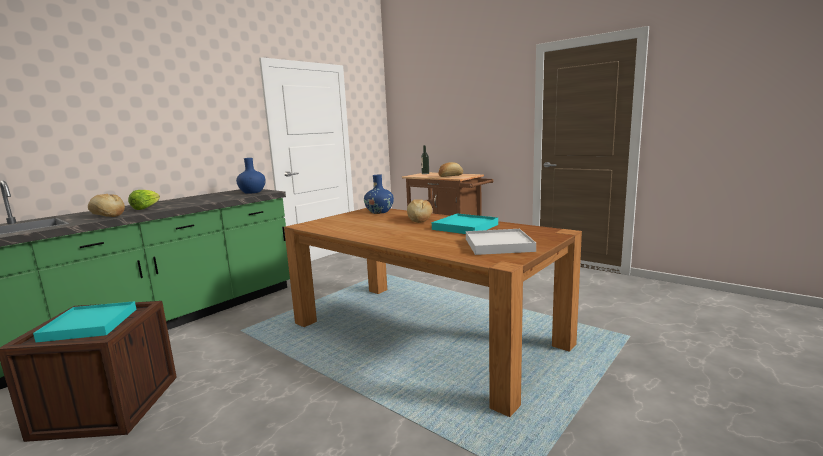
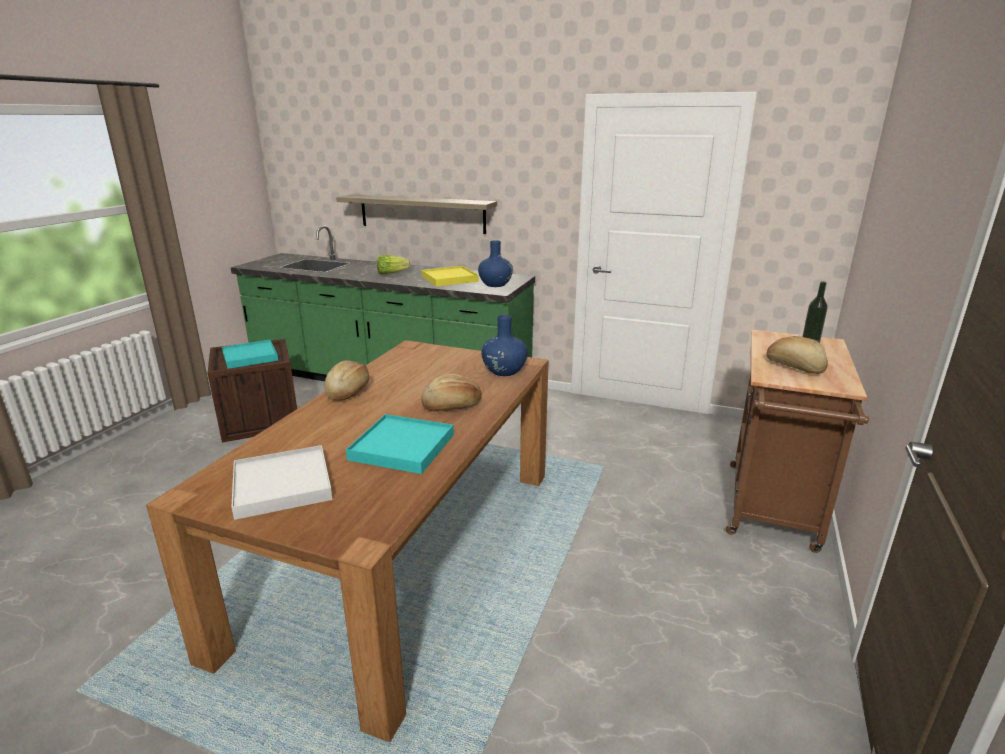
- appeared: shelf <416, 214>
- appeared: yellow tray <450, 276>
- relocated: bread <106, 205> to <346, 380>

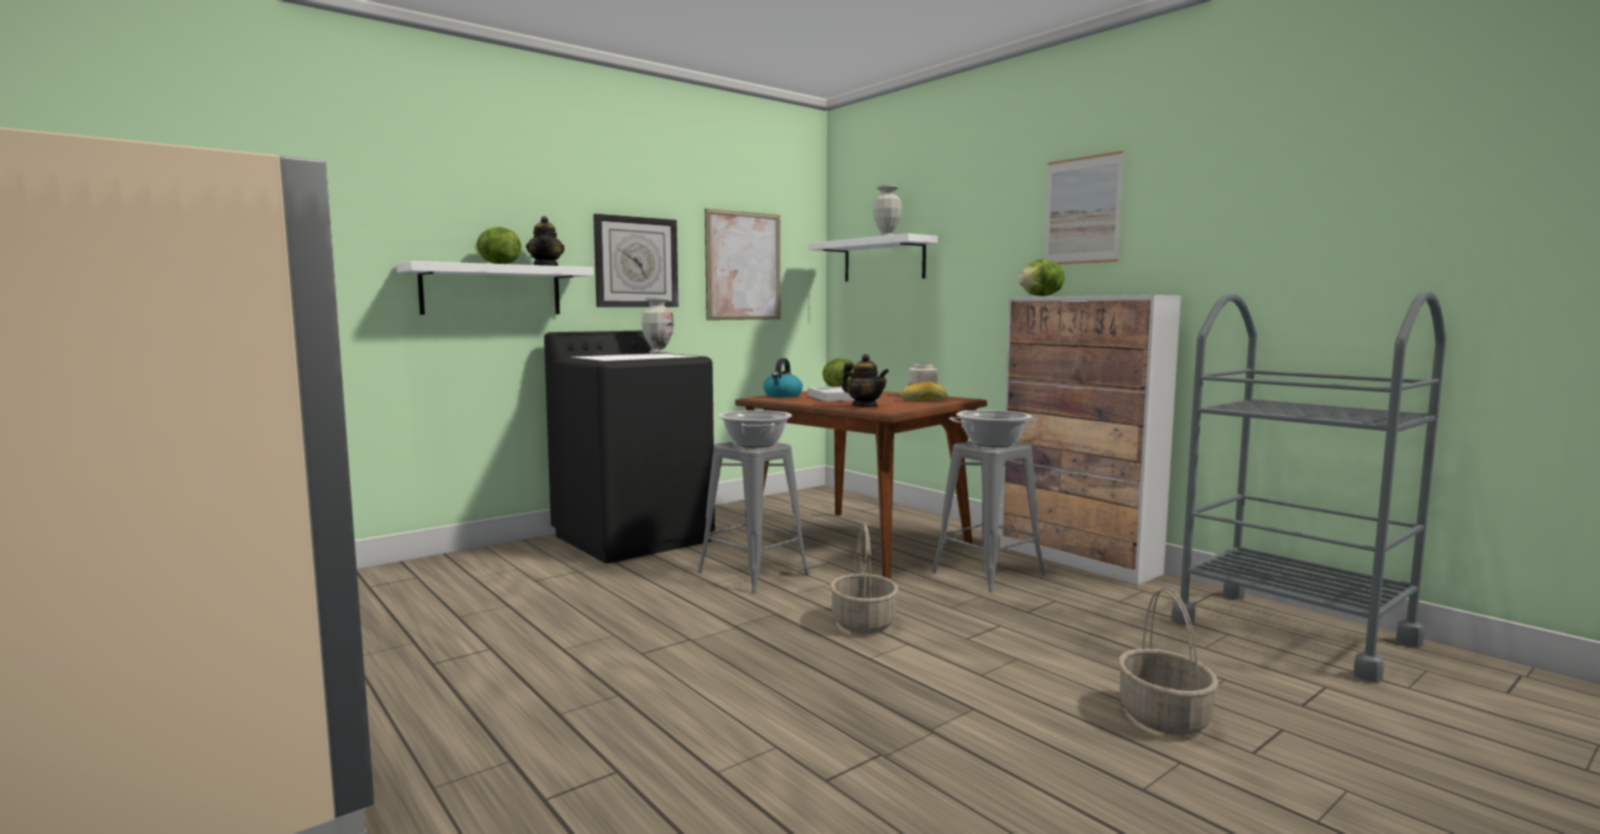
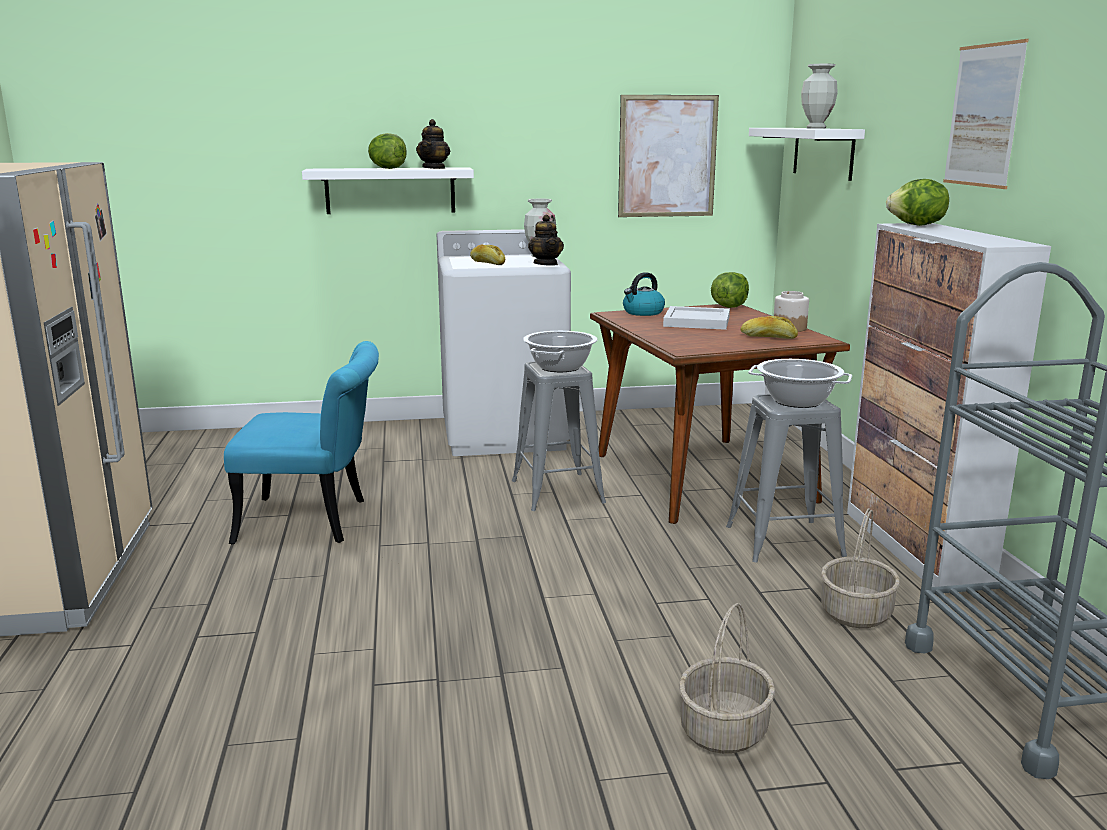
- missing: wall clock <635, 260>
- appeared: turquoise chair <301, 442>
- appeared: bread <487, 255>
- relocated: basket <864, 578> to <860, 568>
- relocated: teapot <865, 380> to <546, 240>
- colour: black washing machine <629, 447> to white washing machine <504, 342>

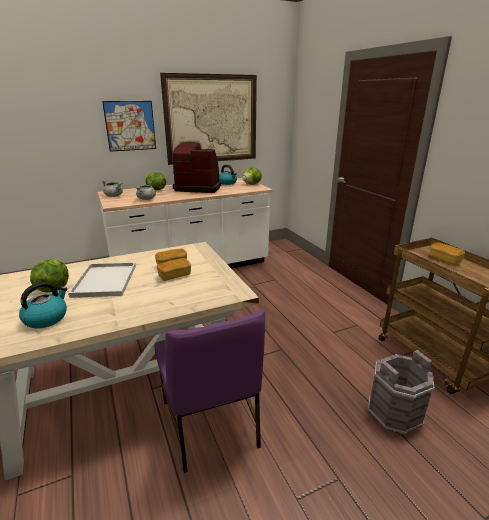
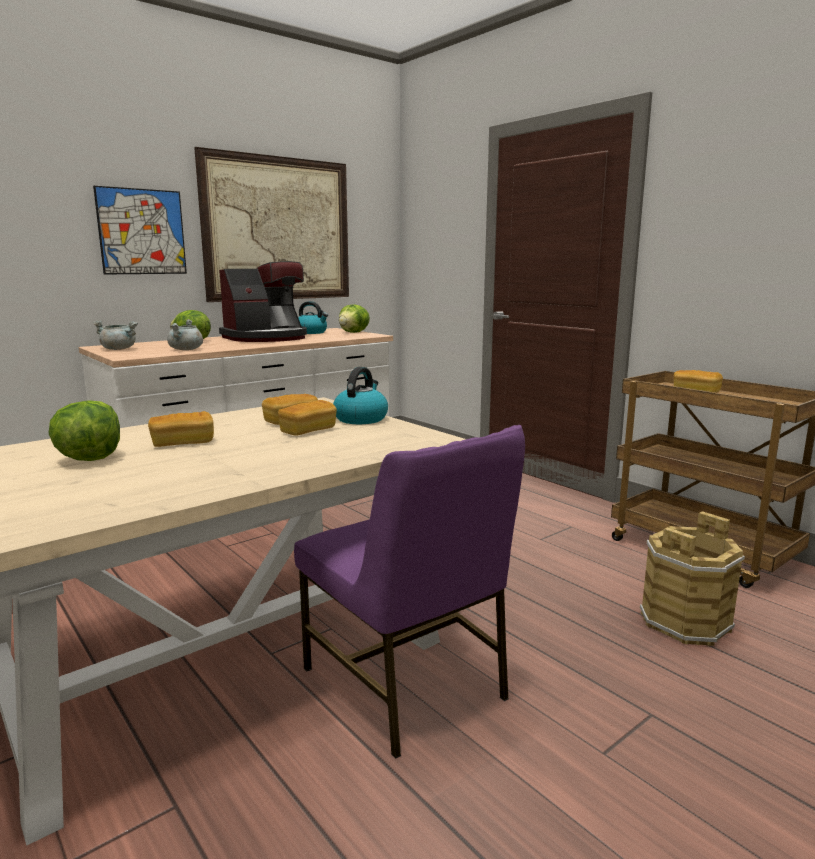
- relocated: kettle <43, 305> to <360, 395>
- exchanged: white tray <102, 280> to bread <181, 429>
- colour: grey bucket <401, 392> to brown bucket <692, 578>
- spun: coffee machine <196, 167> = <263, 301> 150 degrees clockwise

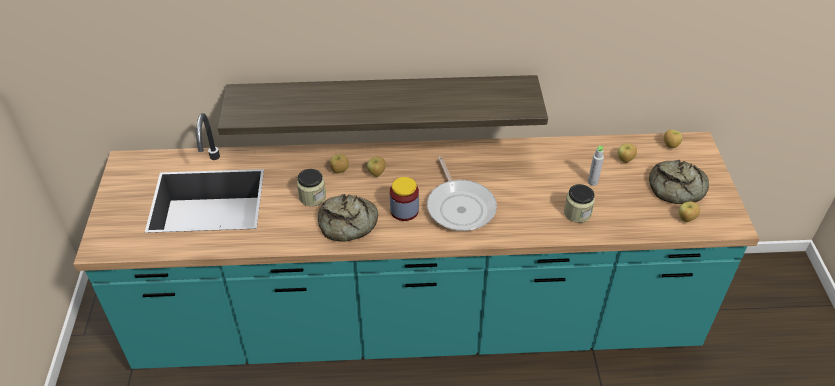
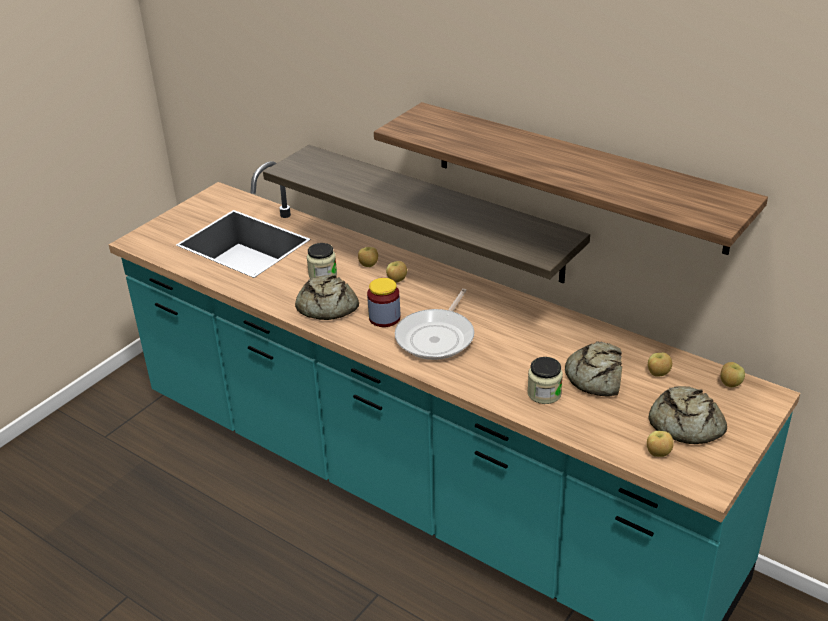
- appeared: shelf <571, 178>
- exchanged: grey bottle <596, 166> to bread <593, 369>

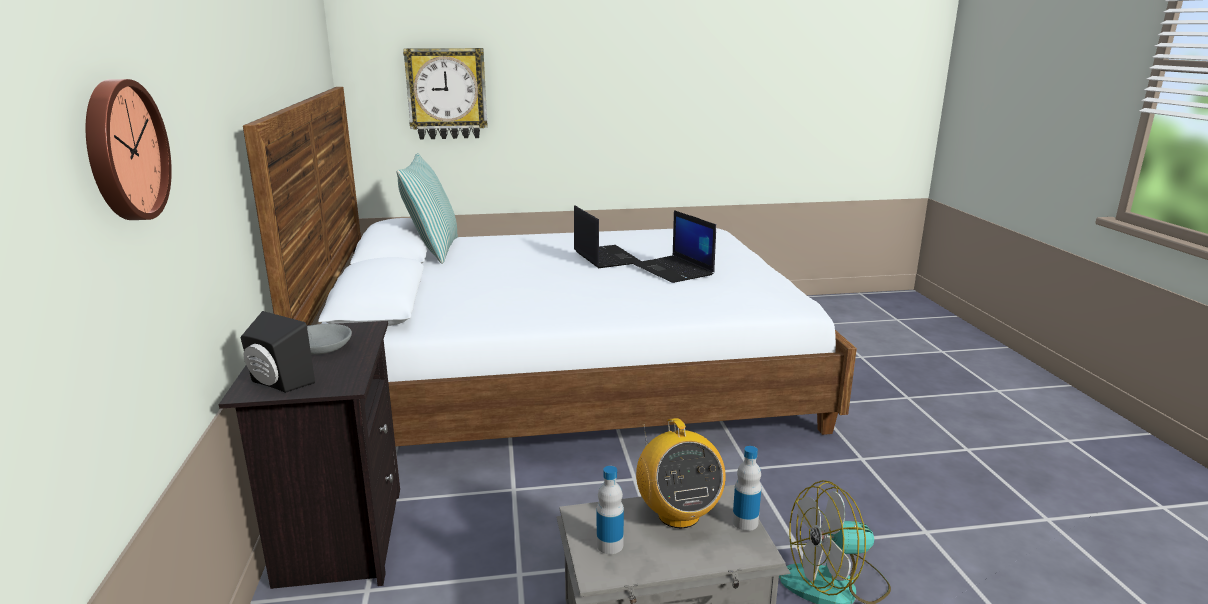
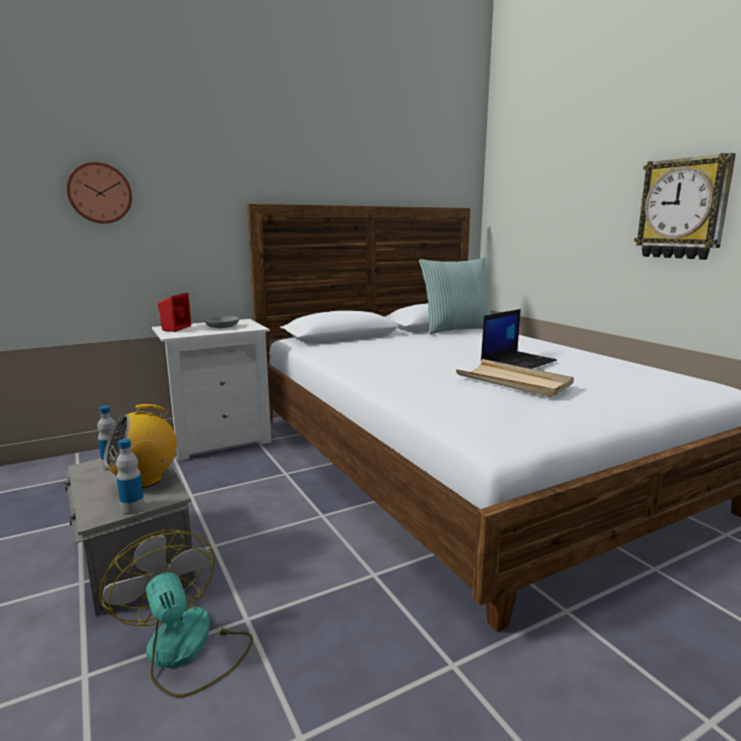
- relocated: wall clock <445, 93> to <685, 206>
- exchanged: laptop <675, 246> to beige tray <515, 378>
- colour: black nightstand <309, 455> to white nightstand <211, 390>
- colour: black speaker <278, 352> to red speaker <174, 312>

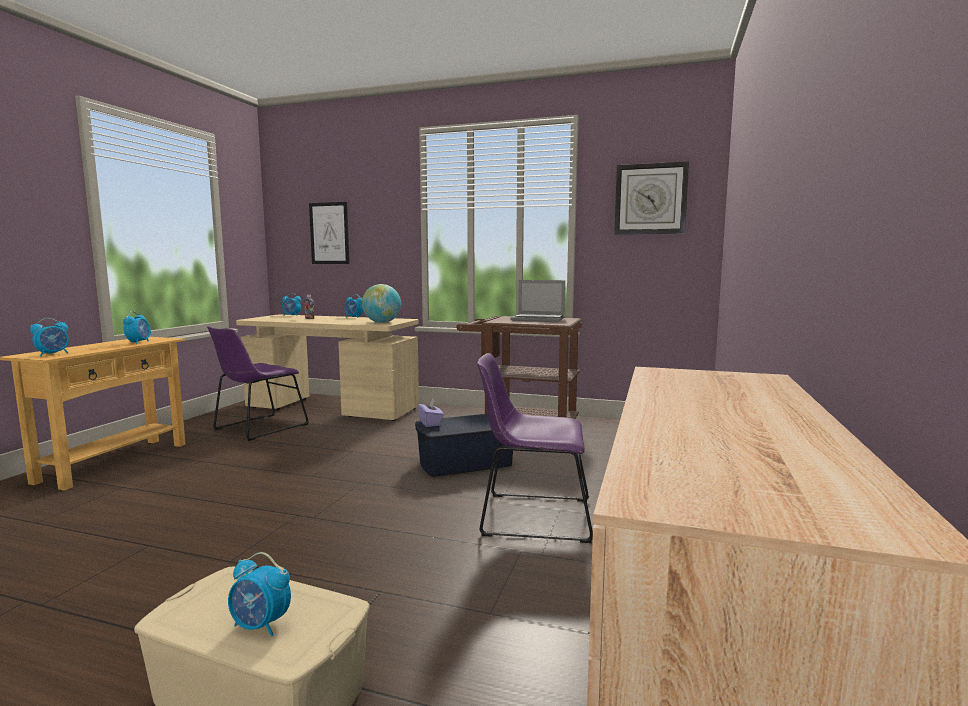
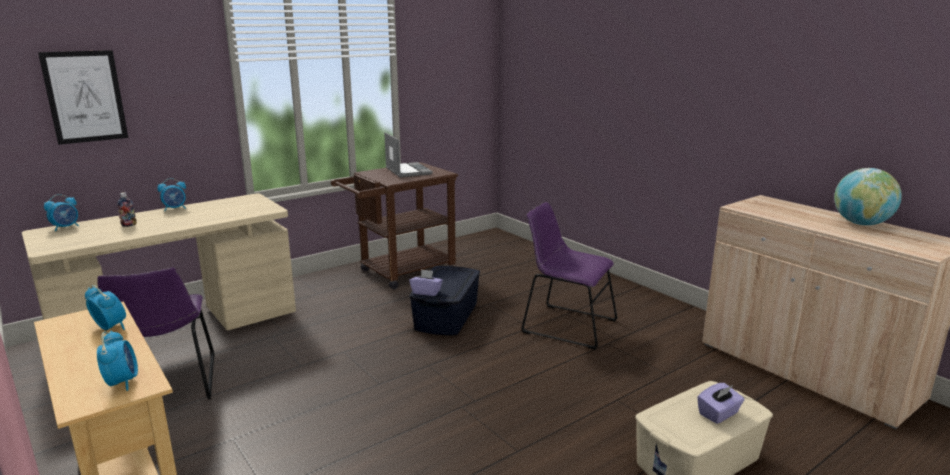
- missing: wall clock <651, 198>
- relocated: globe <381, 303> to <868, 196>
- exchanged: alarm clock <259, 594> to purple tissue box <721, 403>
- spun: purple chair <535, 448> = <569, 276> 75 degrees clockwise
- spun: laptop <538, 301> = <408, 154> 75 degrees counterclockwise

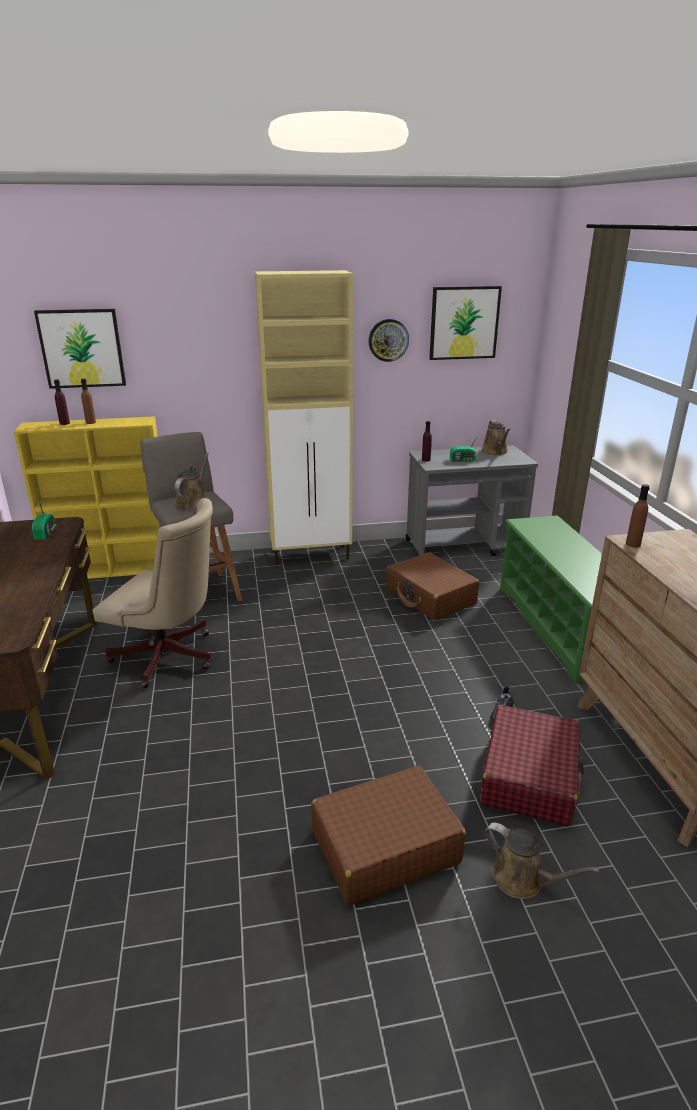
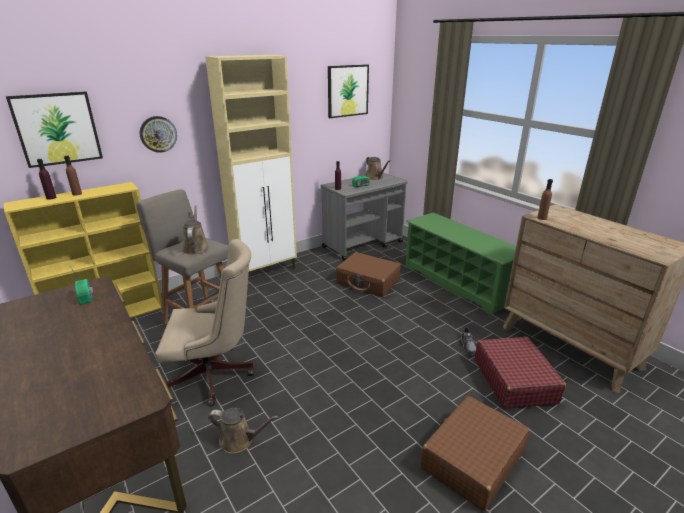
- relocated: wall clock <388, 340> to <158, 134>
- relocated: brown watering can <542, 861> to <243, 431>

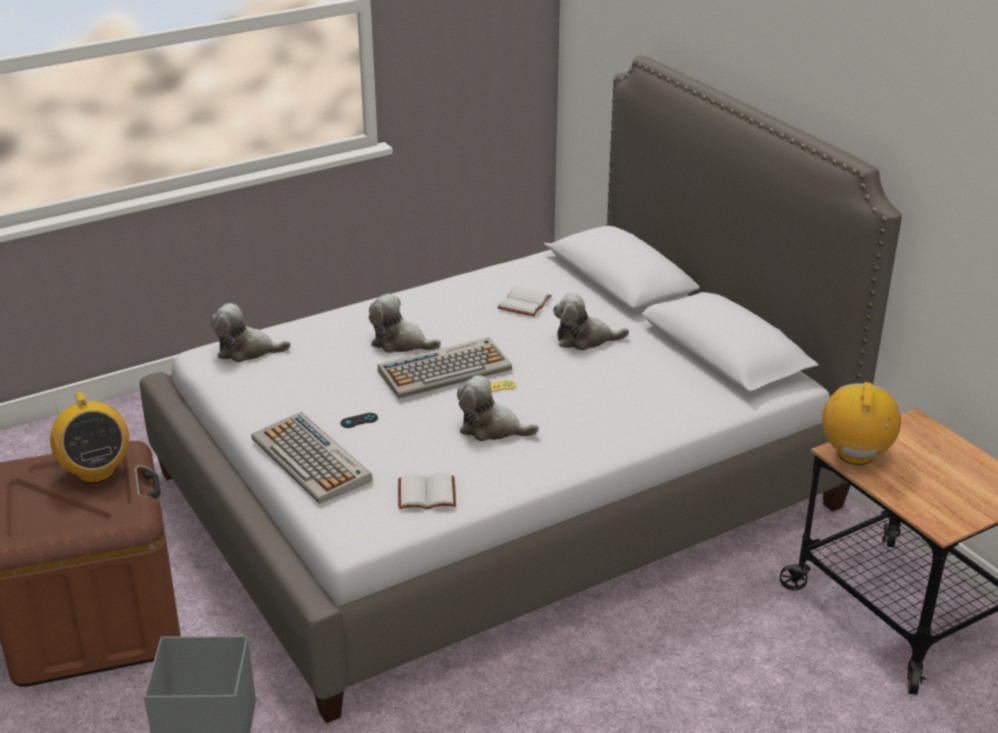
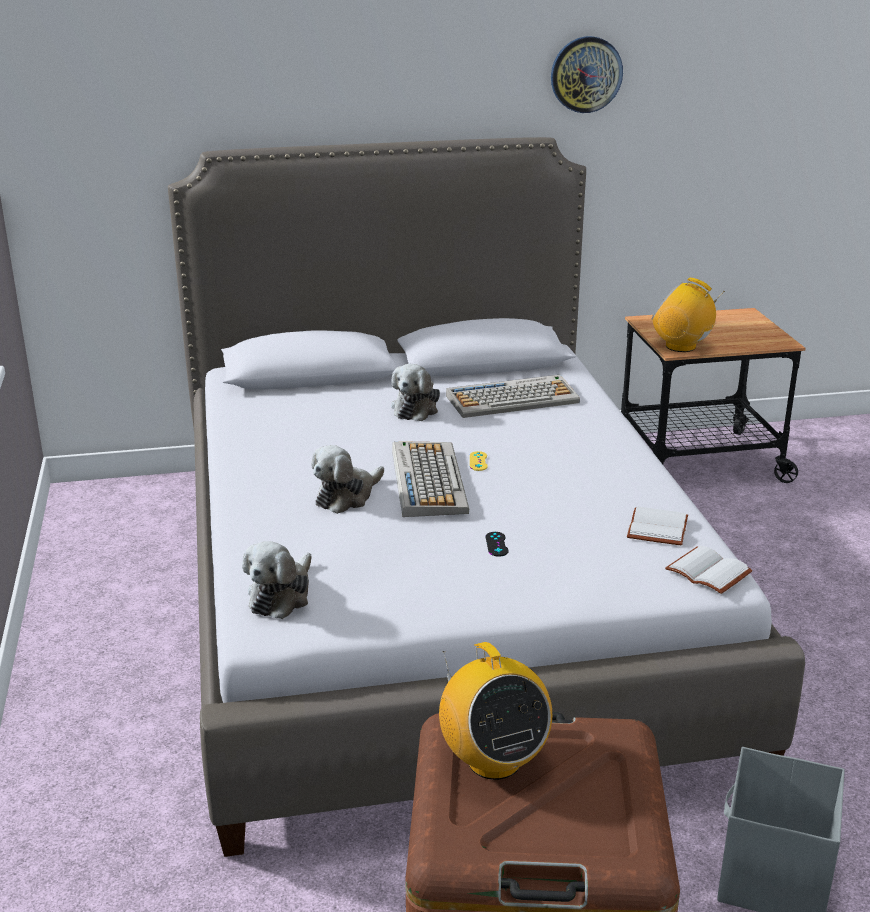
- missing: plush toy <498, 408>
- appeared: wall clock <587, 74>
- relocated: keyboard <312, 458> to <513, 396>
- relocated: white book <524, 301> to <709, 570>
- spun: radio <89, 437> = <495, 711> 75 degrees clockwise

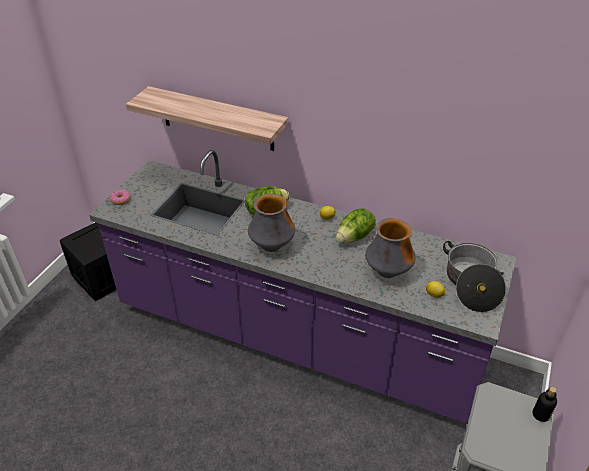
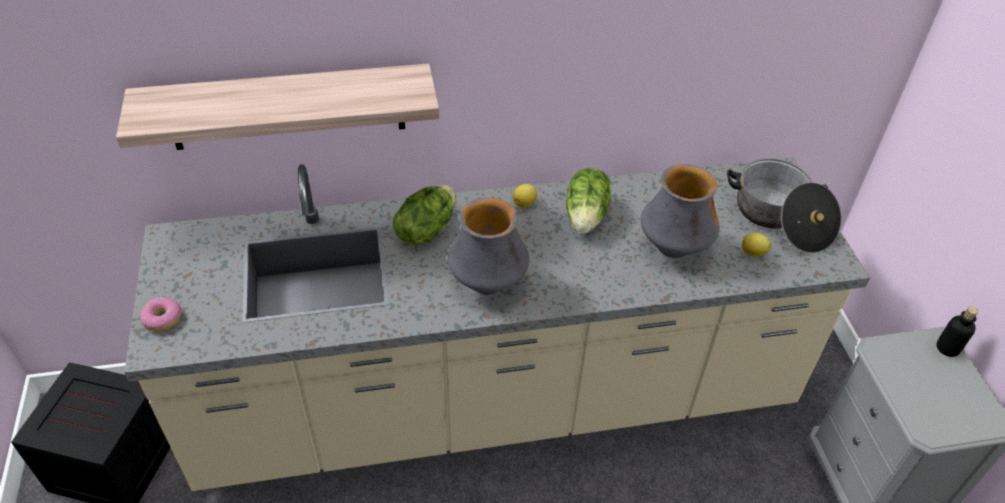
- colour: purple counter <303, 286> to beige counter <497, 324>

